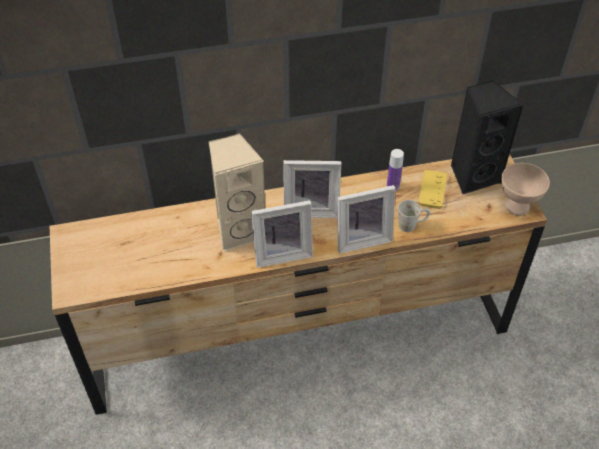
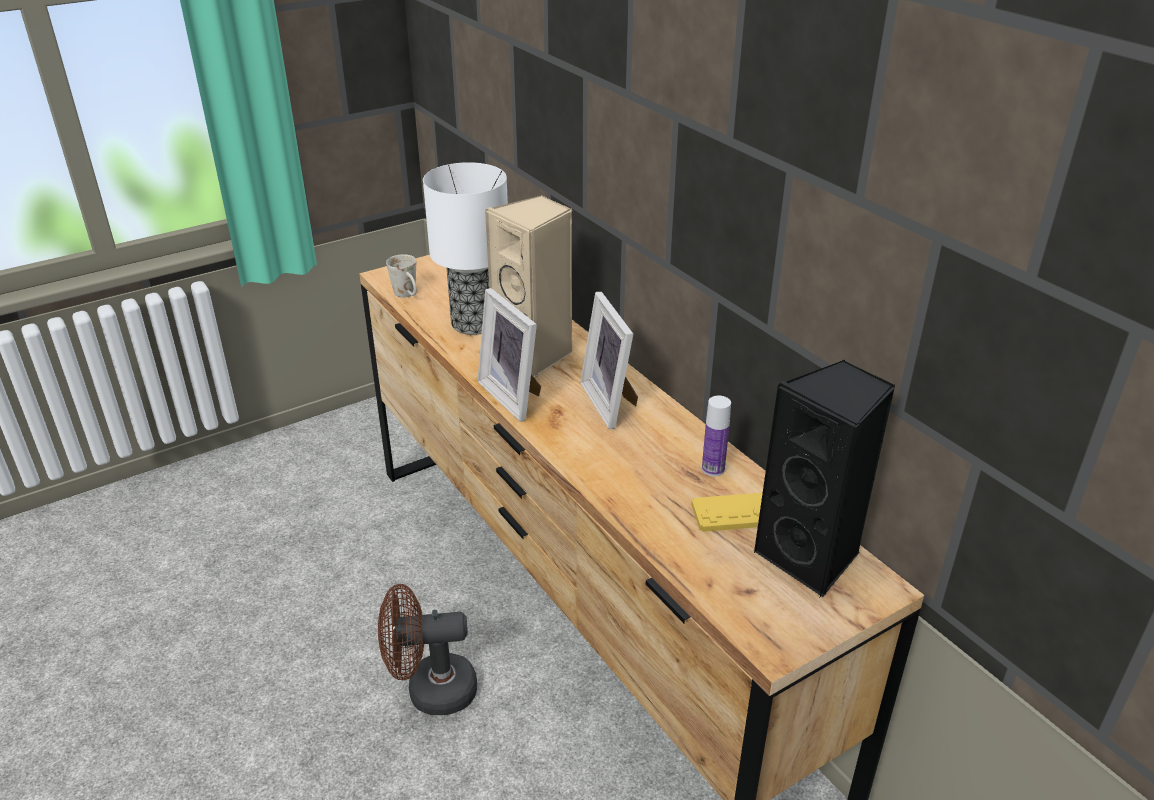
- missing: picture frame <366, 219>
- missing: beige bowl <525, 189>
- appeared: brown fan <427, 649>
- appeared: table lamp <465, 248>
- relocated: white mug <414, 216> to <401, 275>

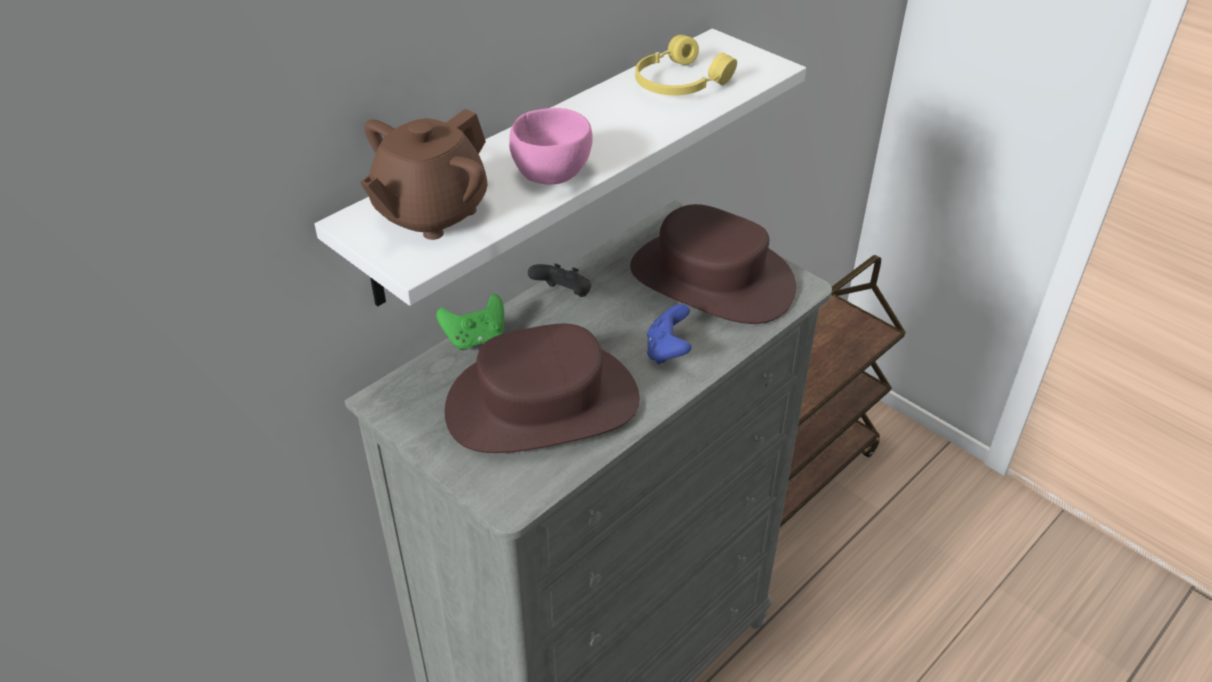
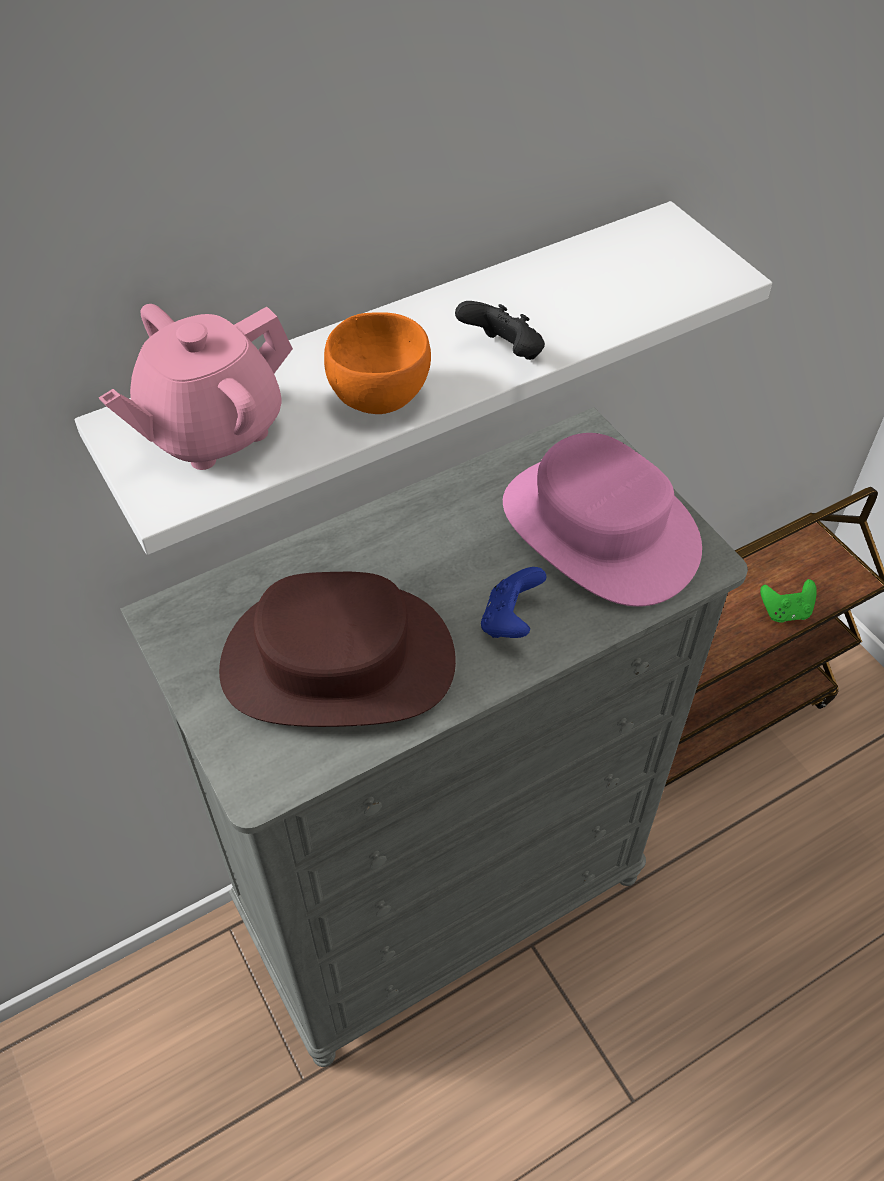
- missing: yellow headphones <686, 65>
- relocated: green game controller <470, 322> to <788, 601>
- relocated: black game controller <559, 280> to <500, 330>
- colour: brown teapot <424, 174> to pink teapot <196, 387>
- colour: pink bowl <551, 146> to orange bowl <377, 363>
- colour: brown hat <713, 264> to pink hat <602, 520>

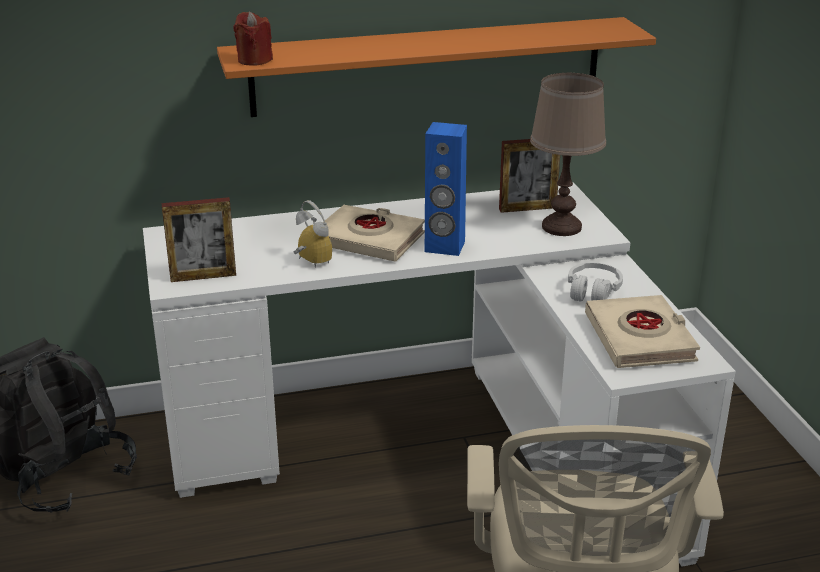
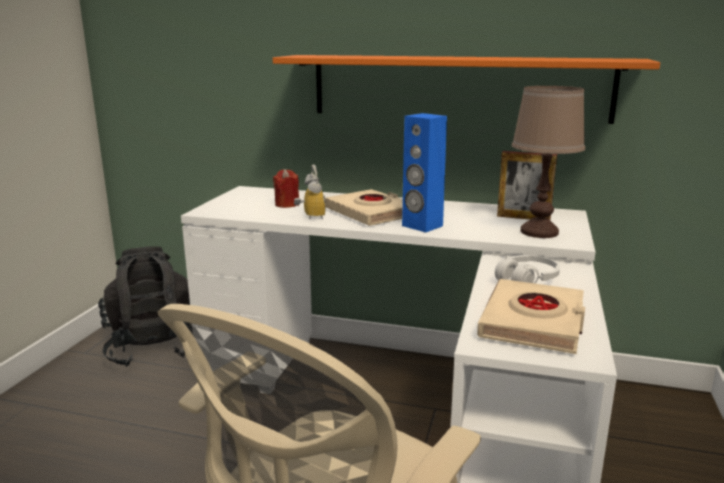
- missing: picture frame <199, 239>
- relocated: red candle <253, 39> to <286, 188>

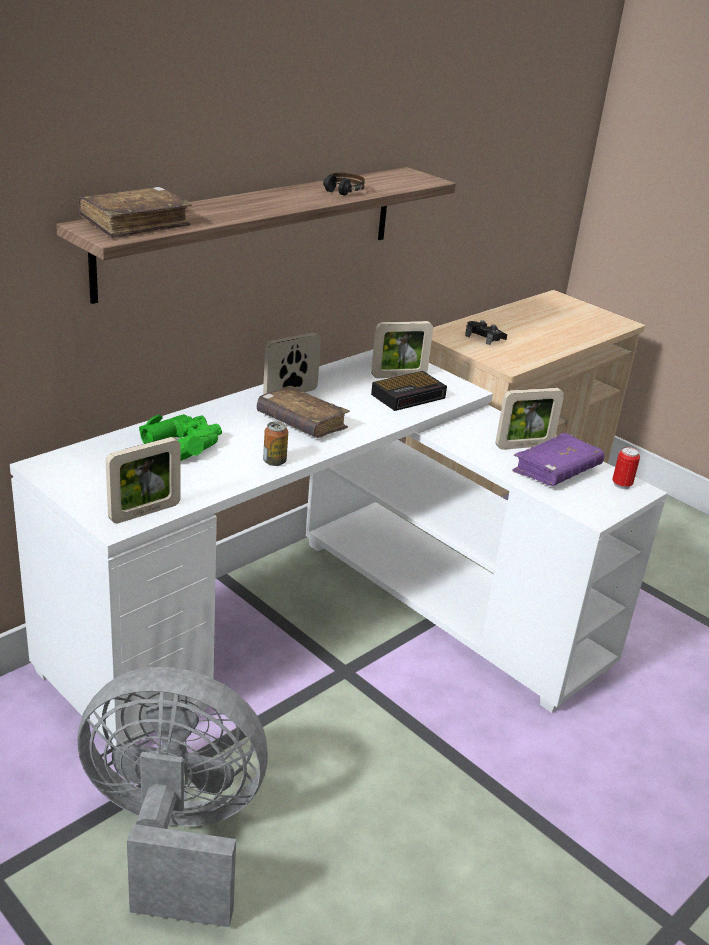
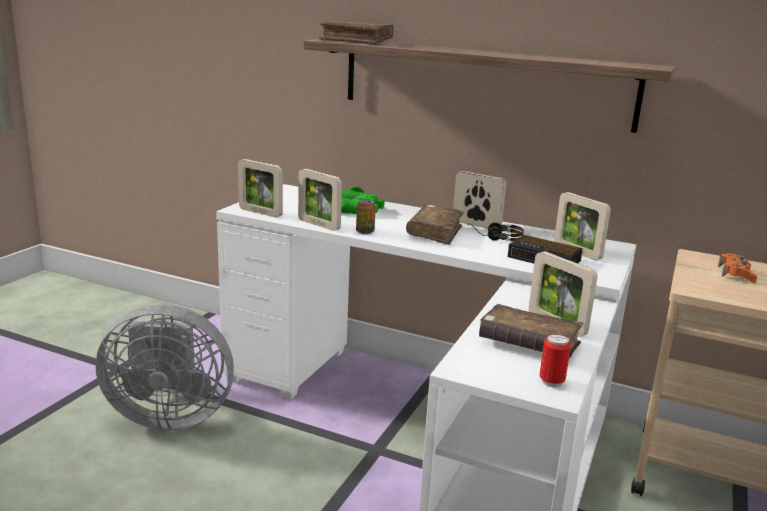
- appeared: picture frame <320, 200>
- relocated: headphones <344, 184> to <497, 231>
- colour: black game controller <486, 333> to orange game controller <737, 268>
- colour: purple book <558, 459> to brown book <531, 331>
- spun: grey fan <172, 797> = <165, 367> 105 degrees clockwise

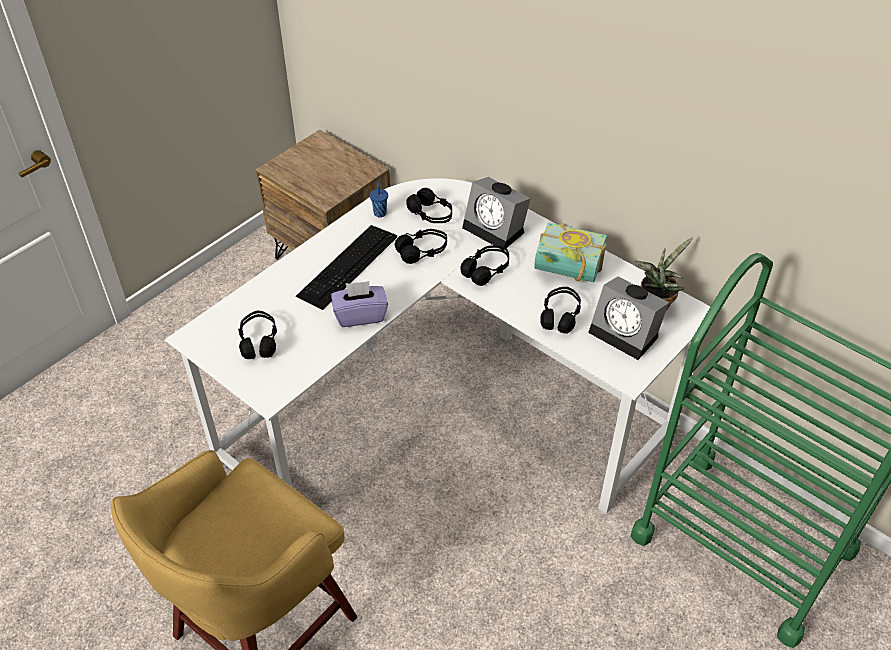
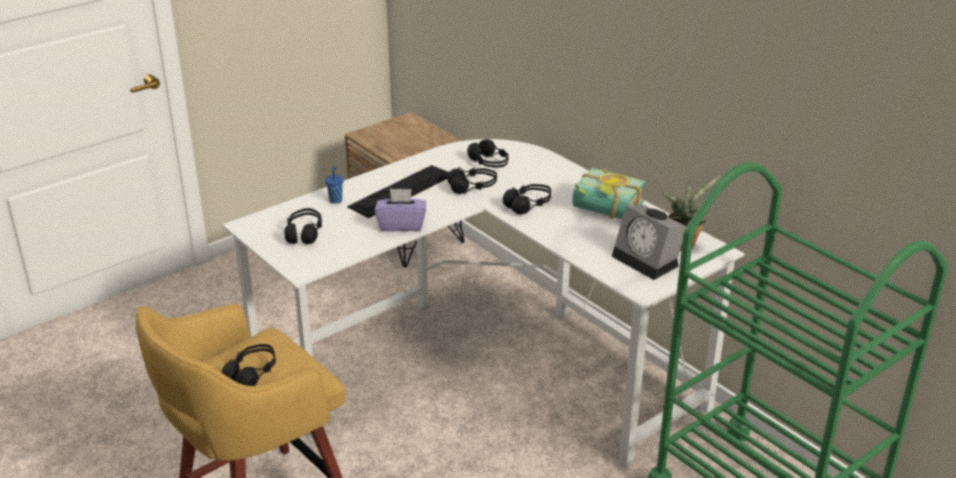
- missing: alarm clock <496, 213>
- relocated: blue cup <379, 199> to <334, 185>
- relocated: black headphones <560, 310> to <249, 365>

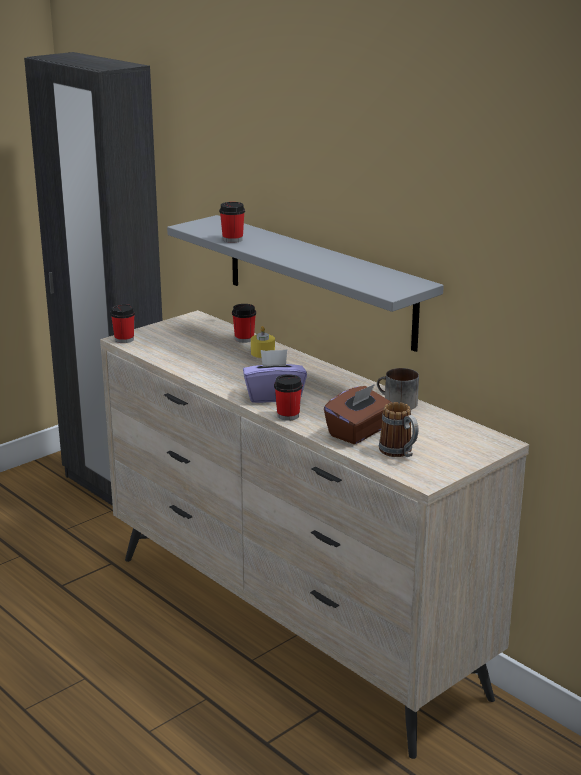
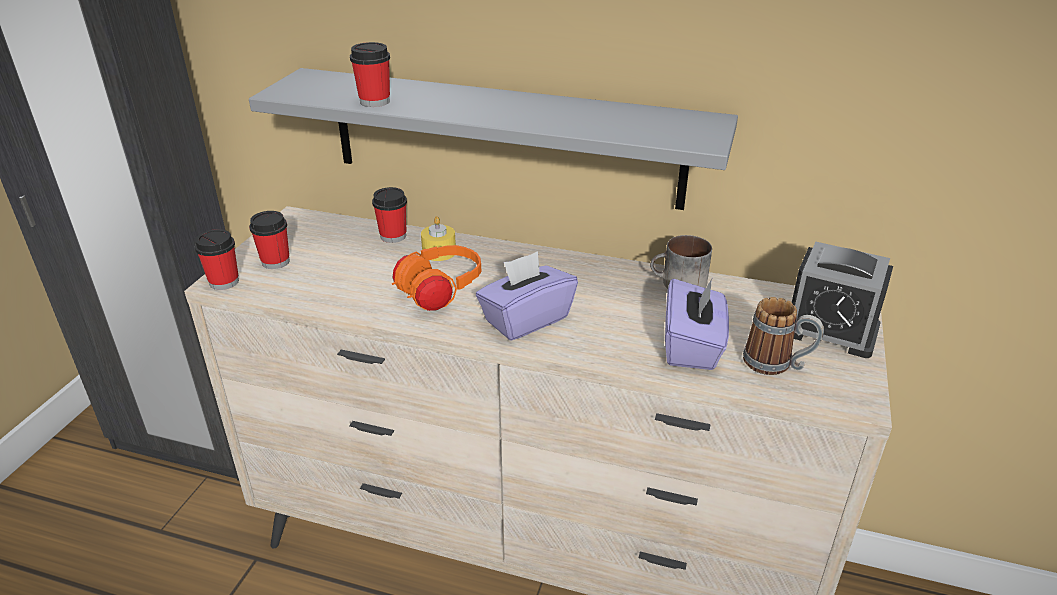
- appeared: orange headphones <436, 278>
- appeared: alarm clock <842, 300>
- relocated: cup <288, 397> to <269, 240>
- colour: brown tissue box <358, 414> to purple tissue box <697, 324>

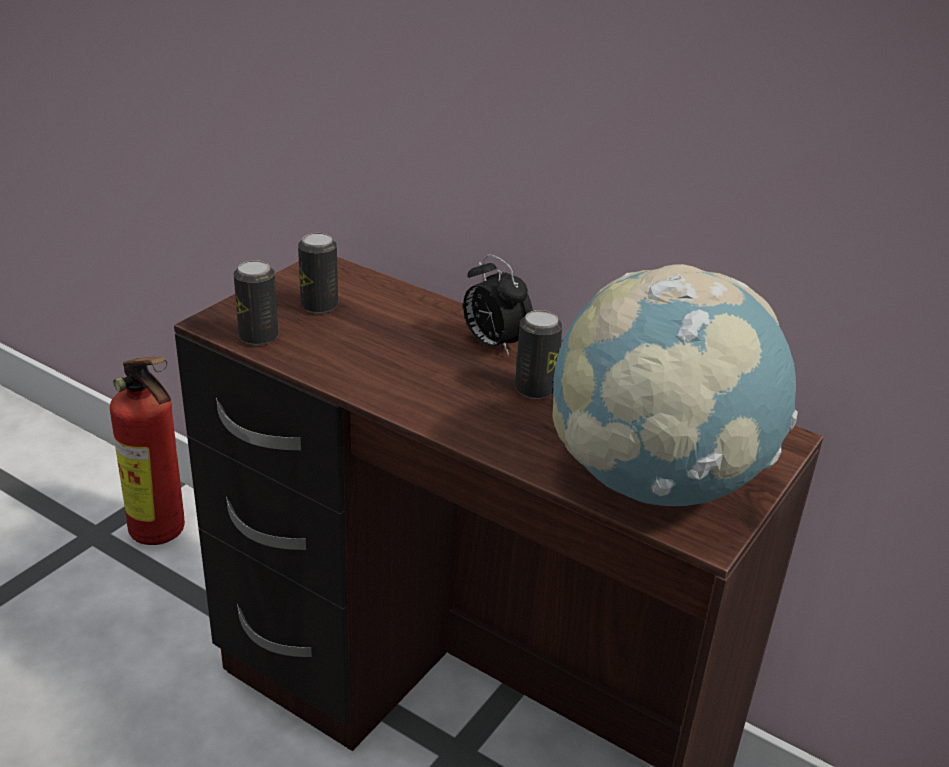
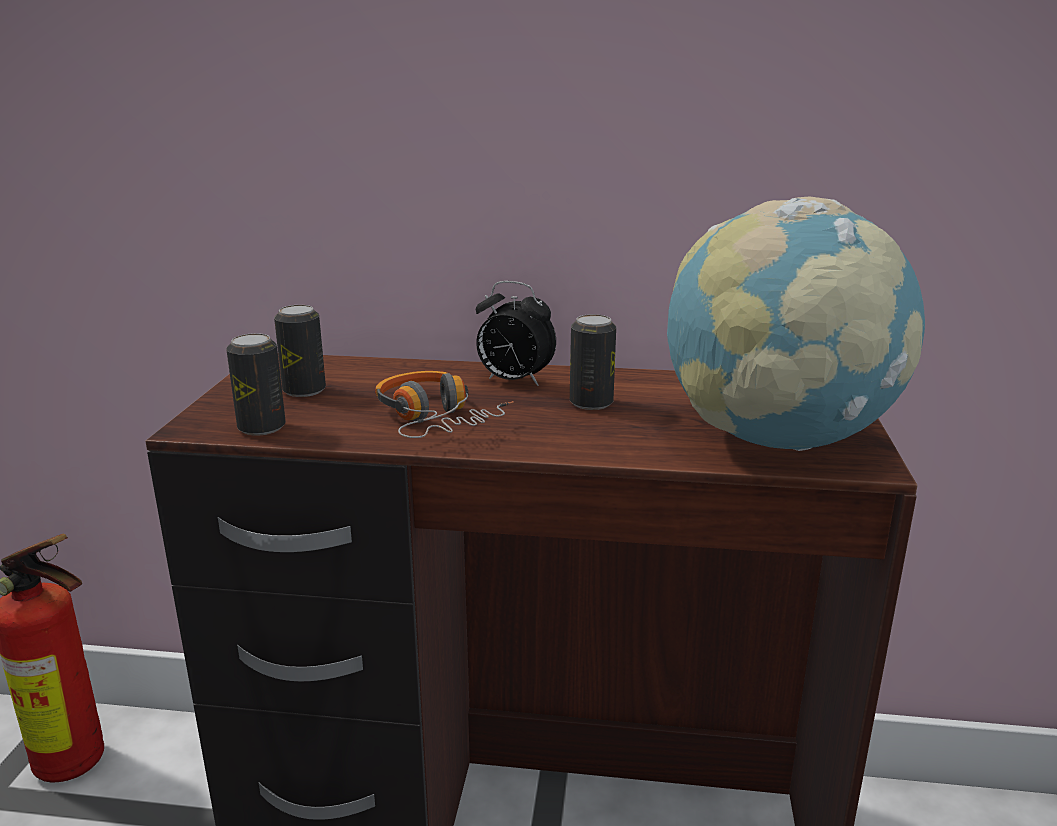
- appeared: headphones <444, 404>

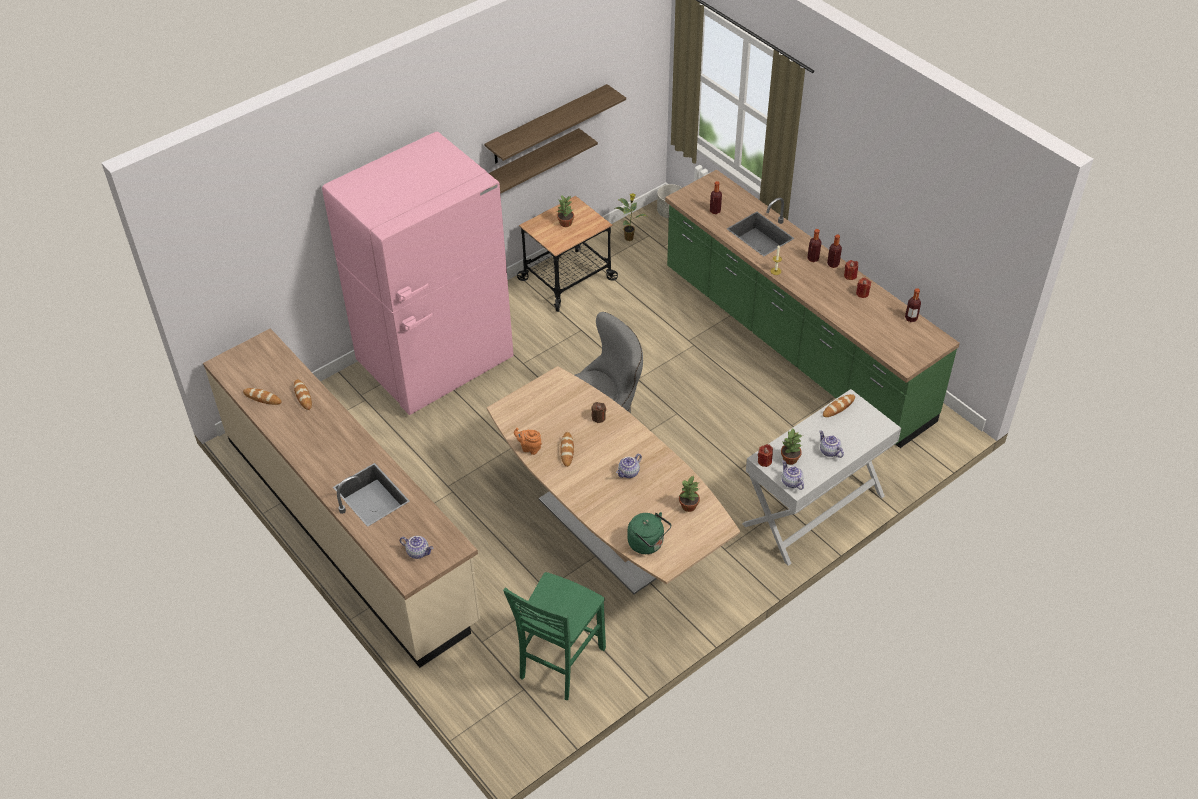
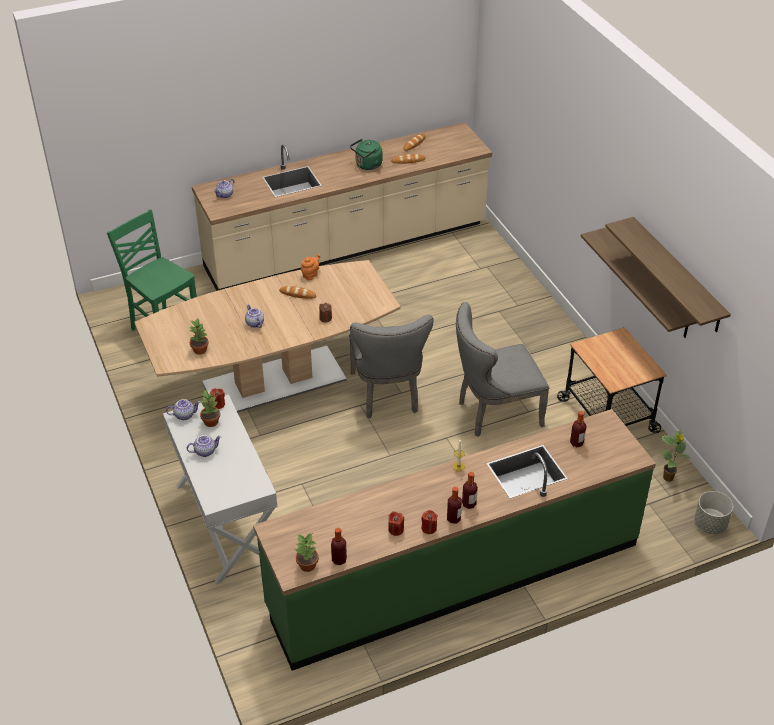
- missing: pink fridge <418, 273>
- missing: bread <839, 405>
- appeared: grey chair <502, 369>
- relocated: potted plant <565, 211> to <307, 553>
- relocated: green kettle <649, 533> to <366, 154>

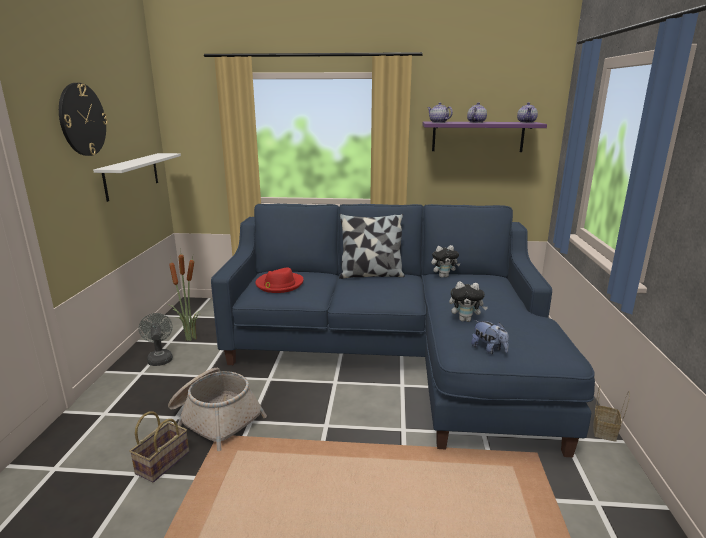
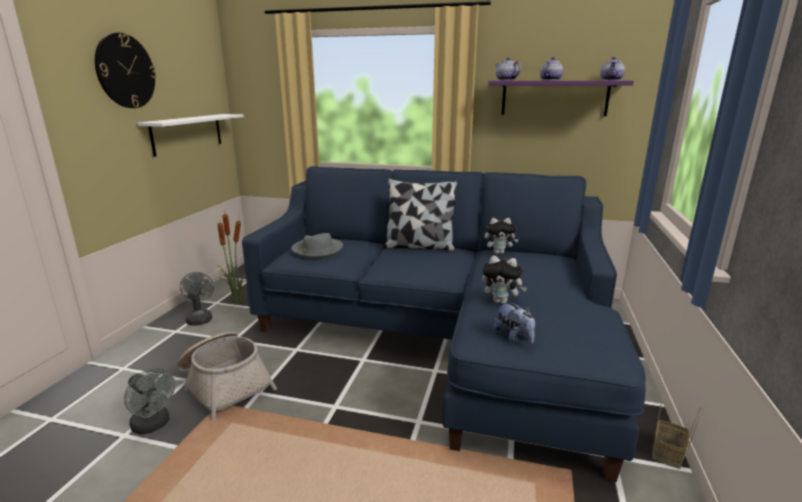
- exchanged: basket <159, 447> to grey fan <149, 401>
- colour: red hat <279, 280> to grey hat <317, 246>

